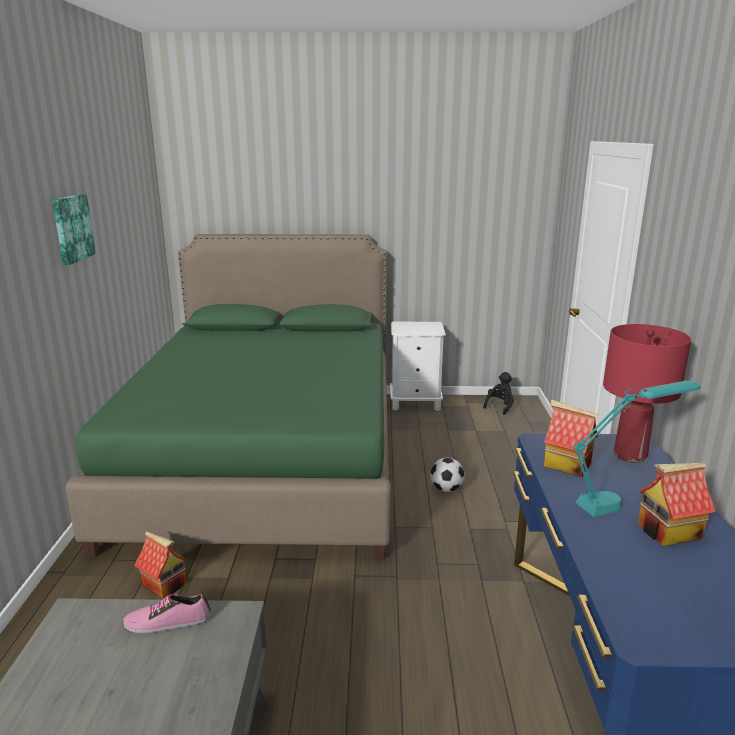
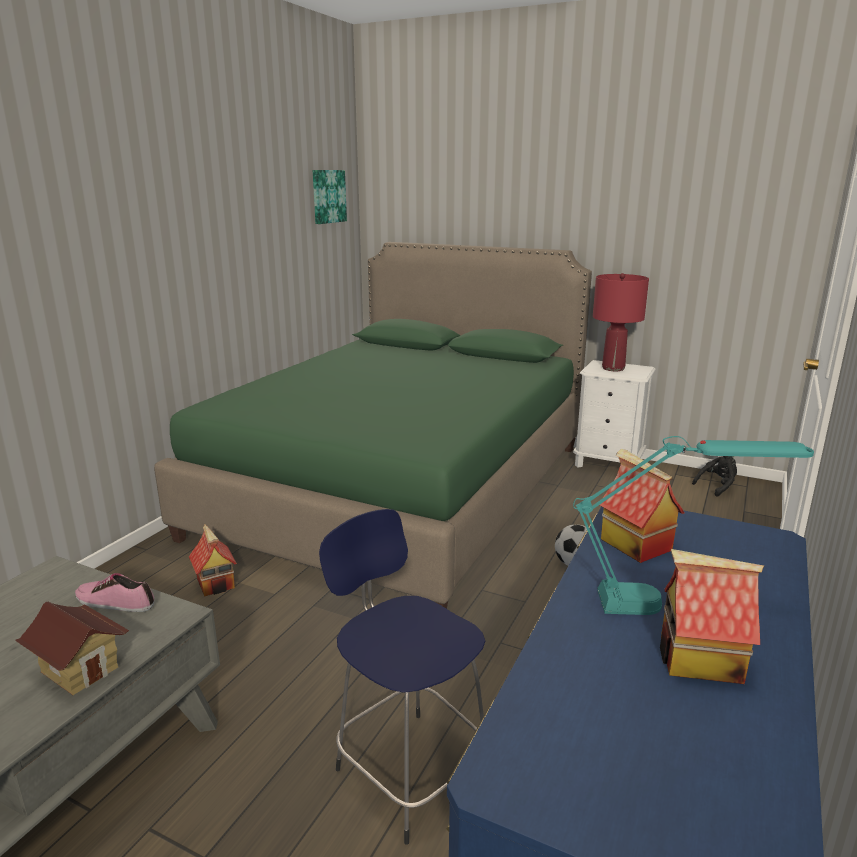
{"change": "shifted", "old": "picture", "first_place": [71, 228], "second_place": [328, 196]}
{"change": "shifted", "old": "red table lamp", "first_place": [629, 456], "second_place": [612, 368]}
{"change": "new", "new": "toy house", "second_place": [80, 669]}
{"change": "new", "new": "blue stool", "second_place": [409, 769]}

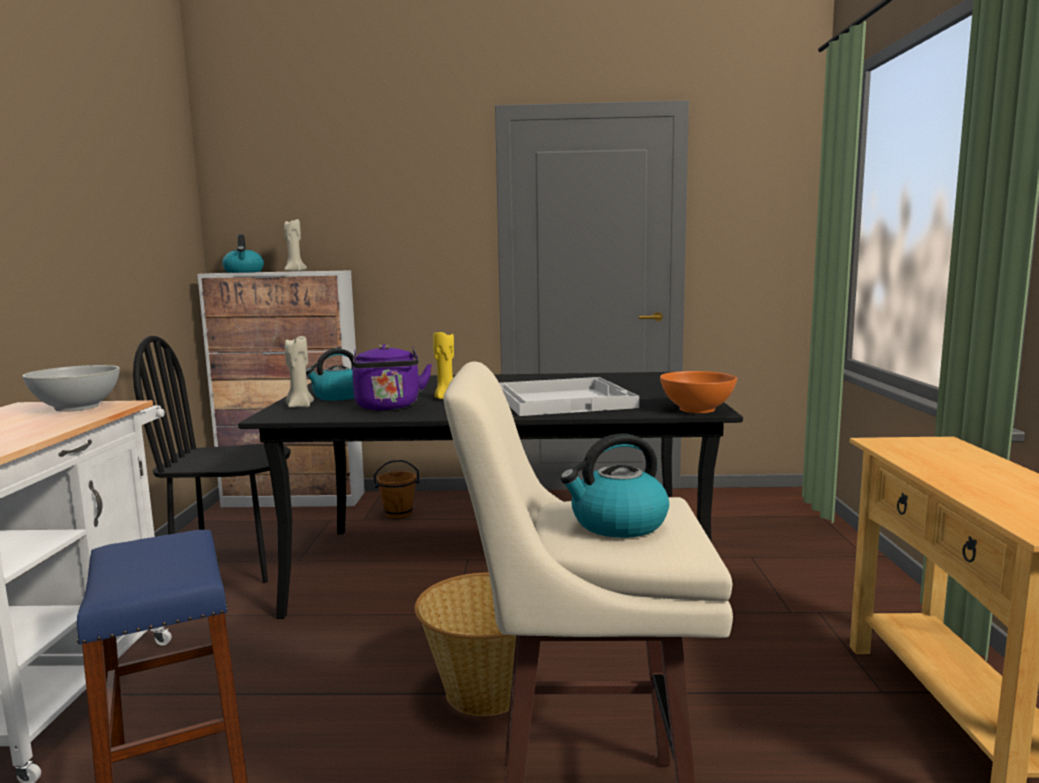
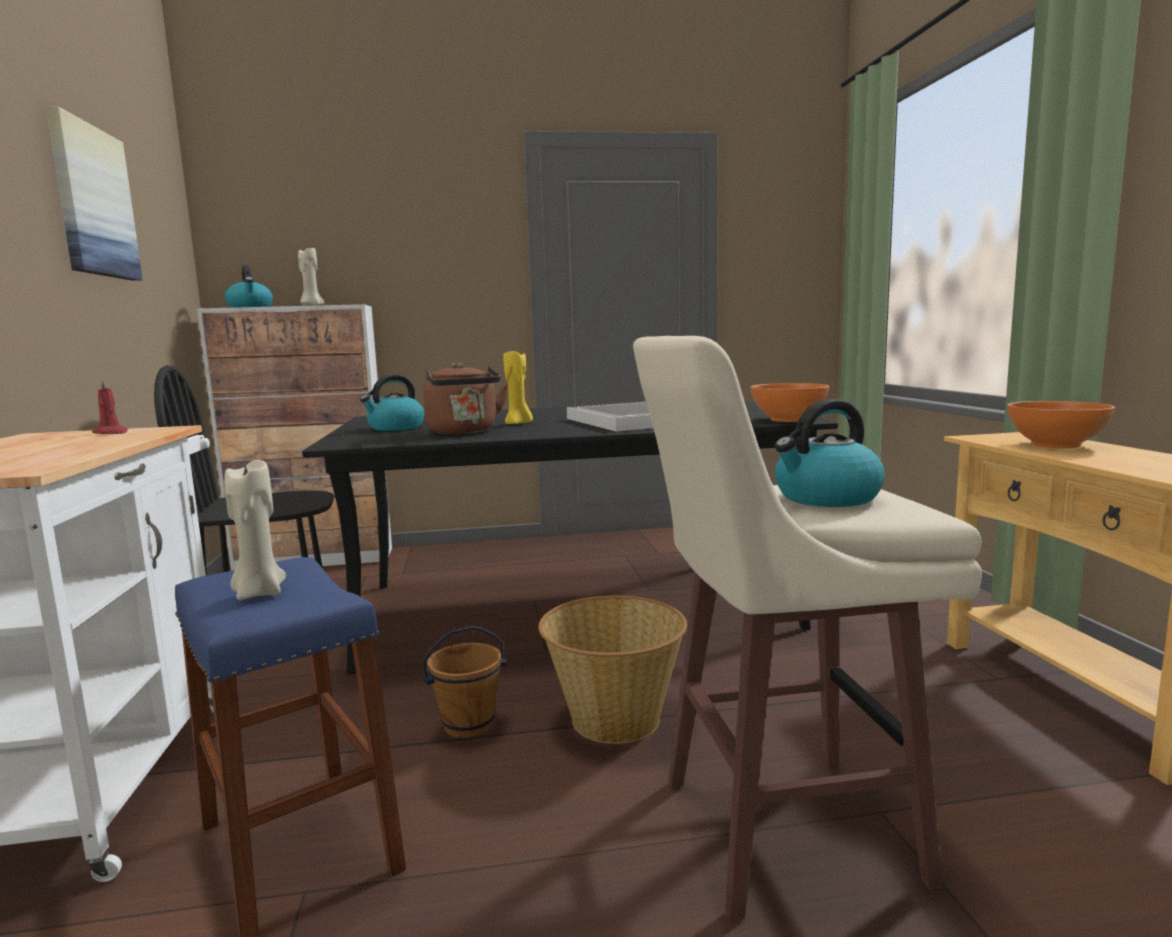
{"change": "swapped", "old": "white bowl", "new": "red candle", "first_place": [76, 407], "second_place": [111, 433]}
{"change": "shifted", "old": "beige candle", "first_place": [299, 406], "second_place": [259, 593]}
{"change": "repainted", "old": "purple kettle", "new": "brown kettle", "first_place": [388, 407], "second_place": [464, 432]}
{"change": "shifted", "old": "brown bucket", "first_place": [398, 514], "second_place": [469, 726]}
{"change": "new", "new": "picture", "second_place": [93, 202]}
{"change": "new", "new": "orange bowl", "second_place": [1054, 445]}

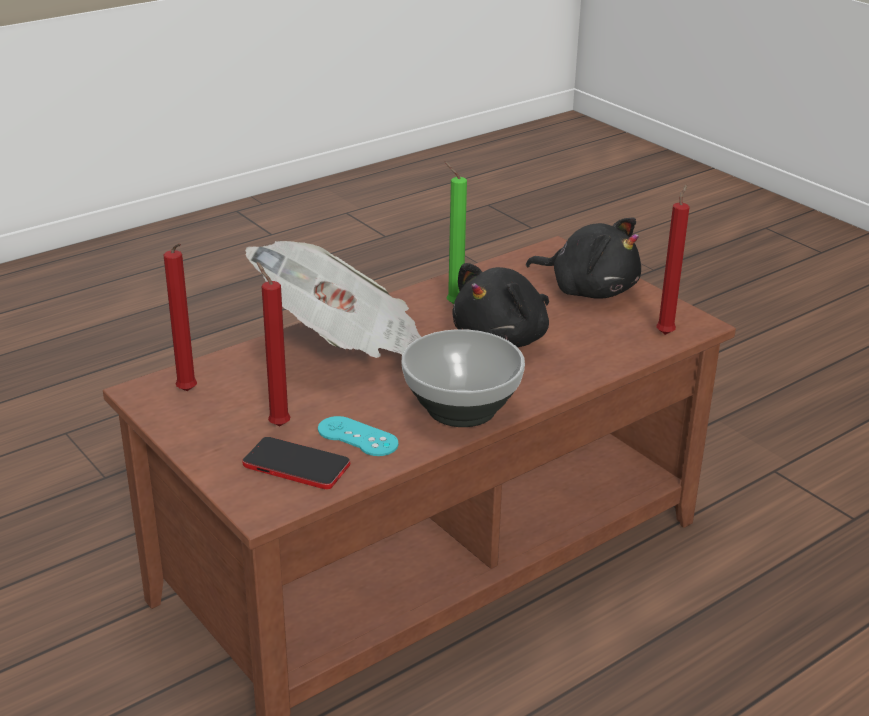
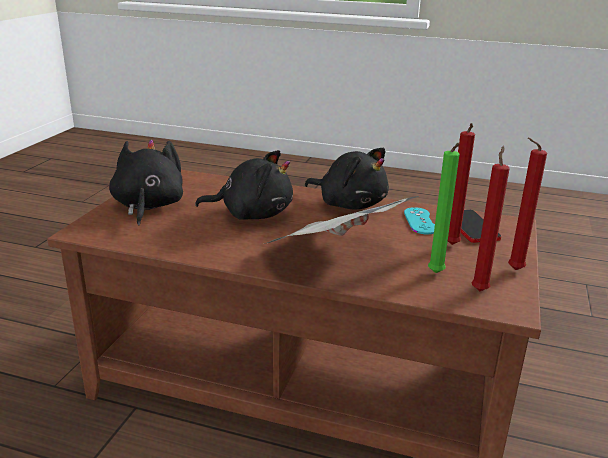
{"change": "swapped", "old": "bowl", "new": "black plush toy", "first_place": [463, 410], "second_place": [349, 204]}
{"change": "shifted", "old": "green candle", "first_place": [453, 304], "second_place": [436, 274]}
{"change": "shifted", "old": "red candle", "first_place": [666, 333], "second_place": [512, 270]}

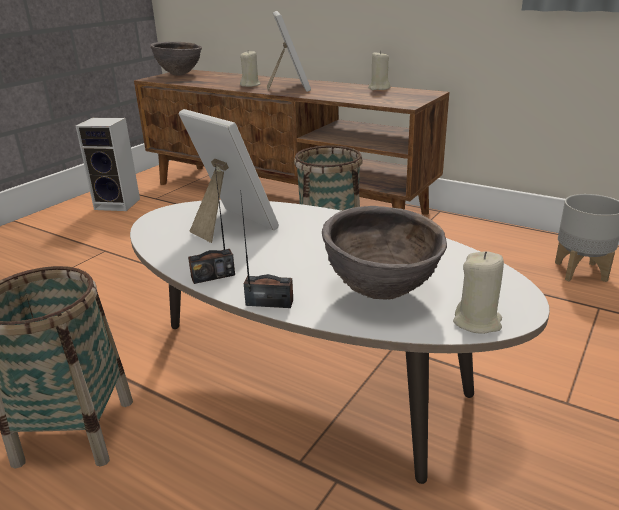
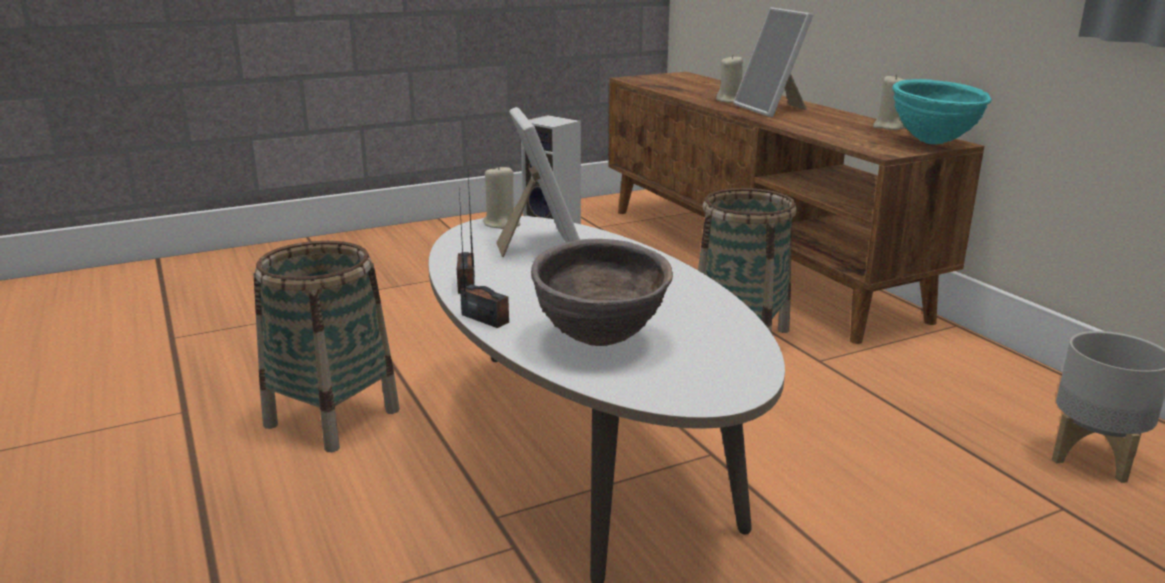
{"change": "gone", "old": "brown bowl", "first_place": [180, 74]}
{"change": "rotated", "old": "radio", "first_place": [213, 276], "second_place": [467, 284], "degrees": 75}
{"change": "rotated", "old": "picture frame", "first_place": [289, 87], "second_place": [772, 110], "degrees": 135}
{"change": "shifted", "old": "beige candle", "first_place": [477, 322], "second_place": [501, 224]}
{"change": "new", "new": "turquoise bowl", "second_place": [933, 142]}

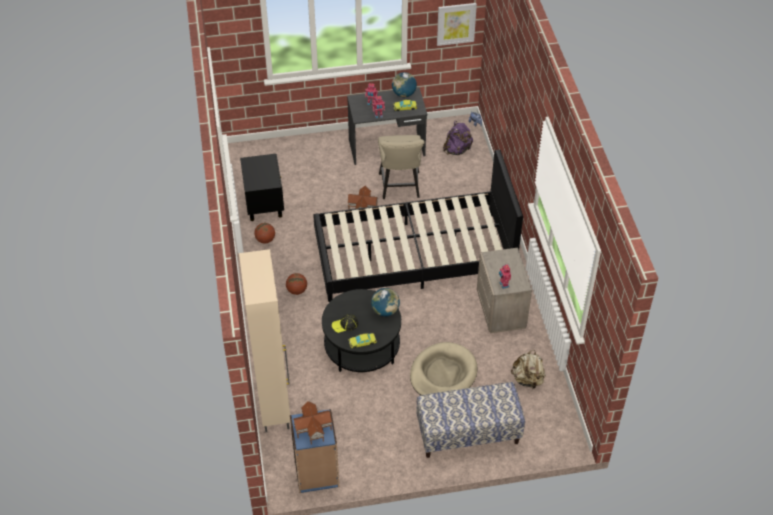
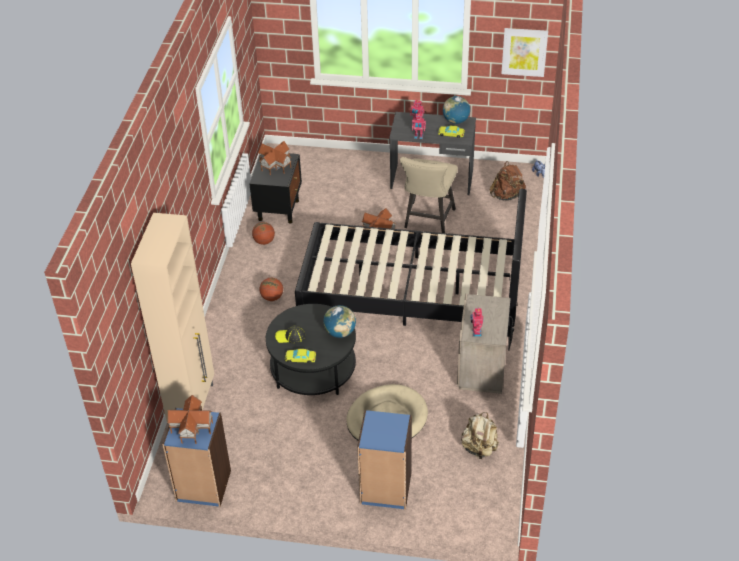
{"change": "swapped", "old": "bench", "new": "blue bookcase", "first_place": [468, 434], "second_place": [385, 489]}
{"change": "repainted", "old": "purple backpack", "new": "brown backpack", "first_place": [457, 150], "second_place": [507, 196]}
{"change": "new", "new": "toy house", "second_place": [275, 165]}

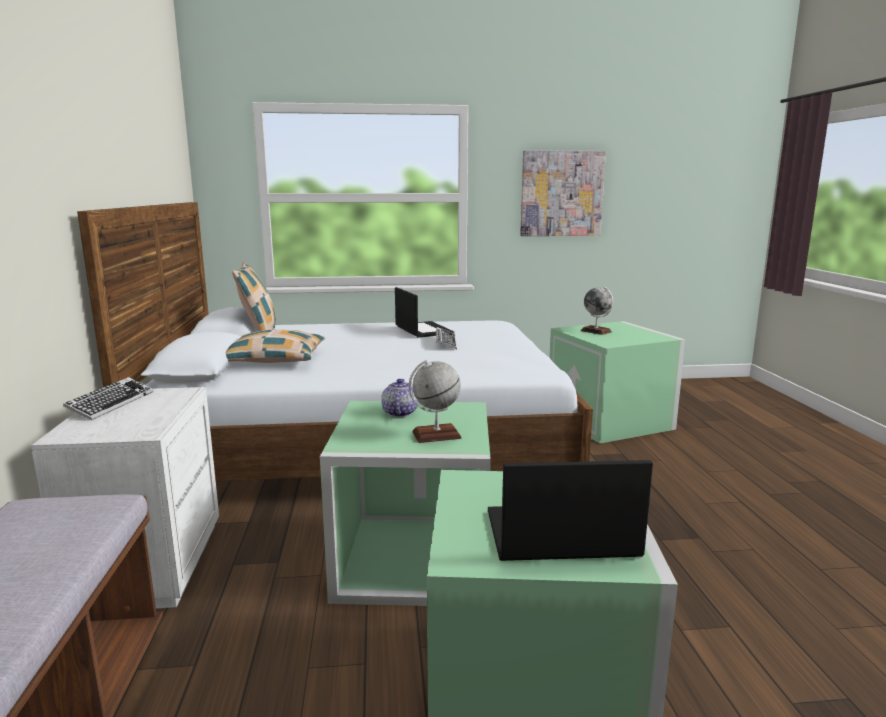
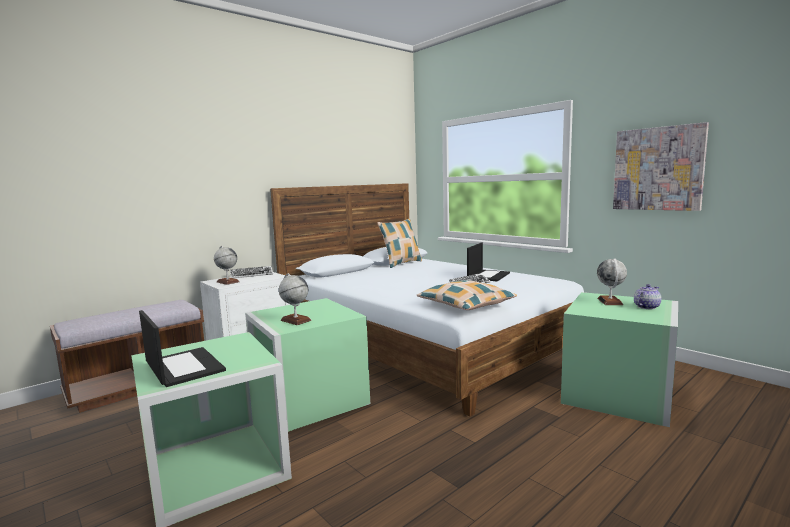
{"change": "shifted", "old": "pillow", "first_place": [276, 359], "second_place": [466, 305]}
{"change": "shifted", "old": "teapot", "first_place": [399, 413], "second_place": [646, 307]}
{"change": "new", "new": "globe", "second_place": [228, 282]}

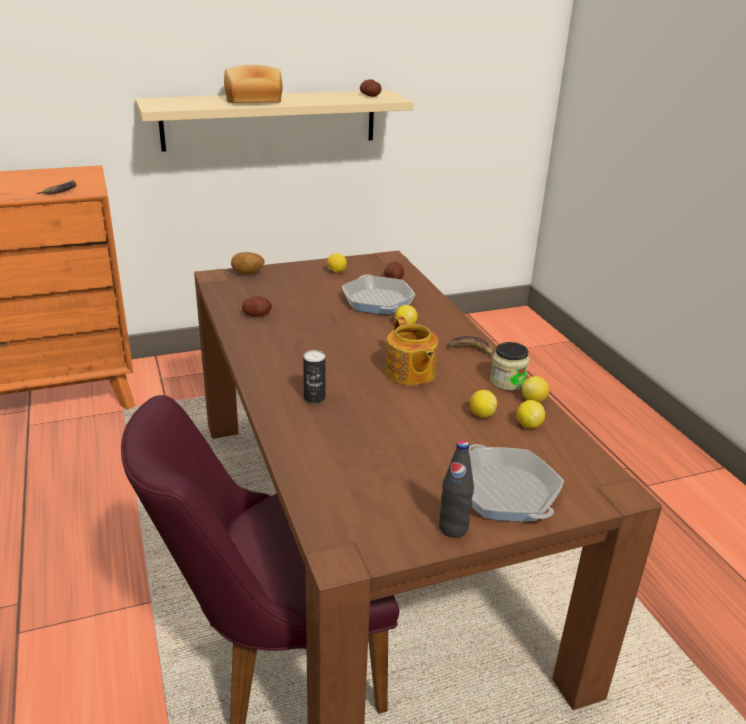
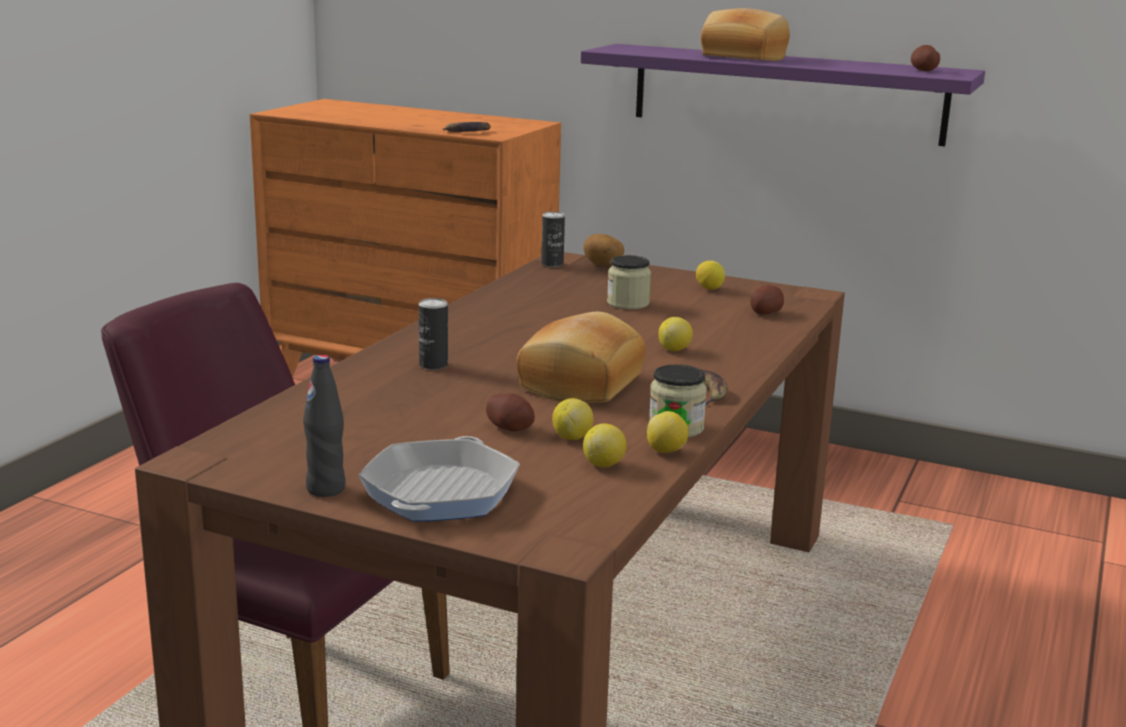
{"change": "repainted", "old": "beige shelf", "new": "purple shelf", "first_place": [270, 119], "second_place": [786, 93]}
{"change": "shifted", "old": "potato", "first_place": [257, 315], "second_place": [510, 428]}
{"change": "gone", "old": "frying pan", "first_place": [377, 301]}
{"change": "swapped", "old": "teapot", "new": "bread", "first_place": [410, 373], "second_place": [578, 383]}
{"change": "new", "new": "can", "second_place": [552, 264]}
{"change": "new", "new": "jar", "second_place": [628, 303]}

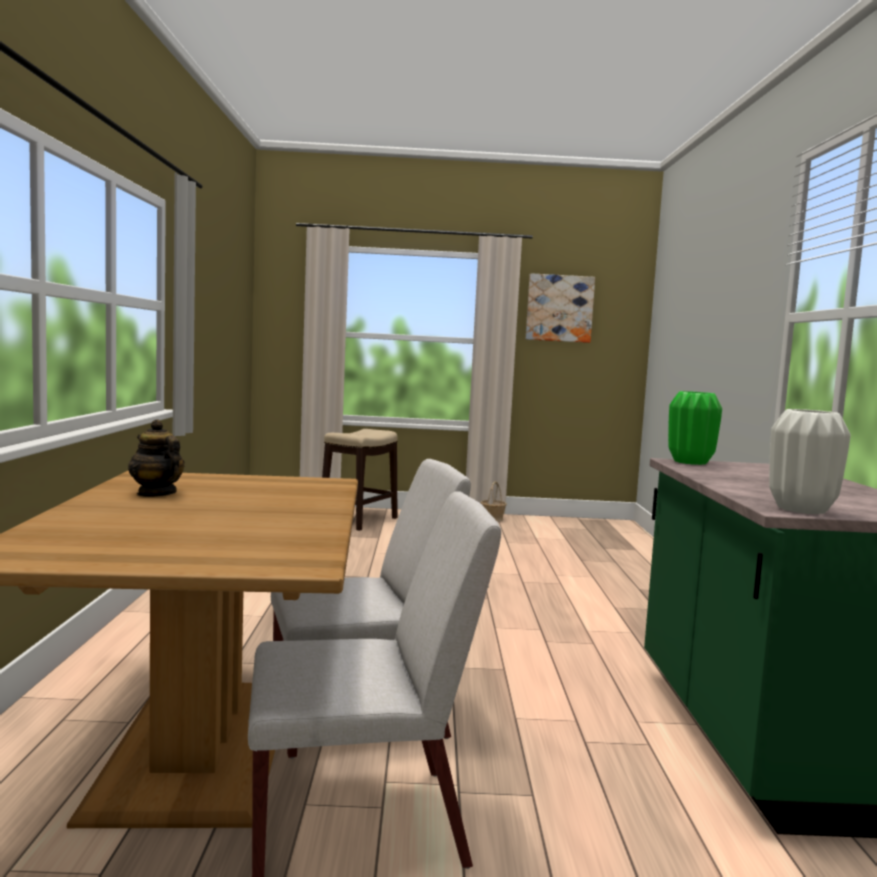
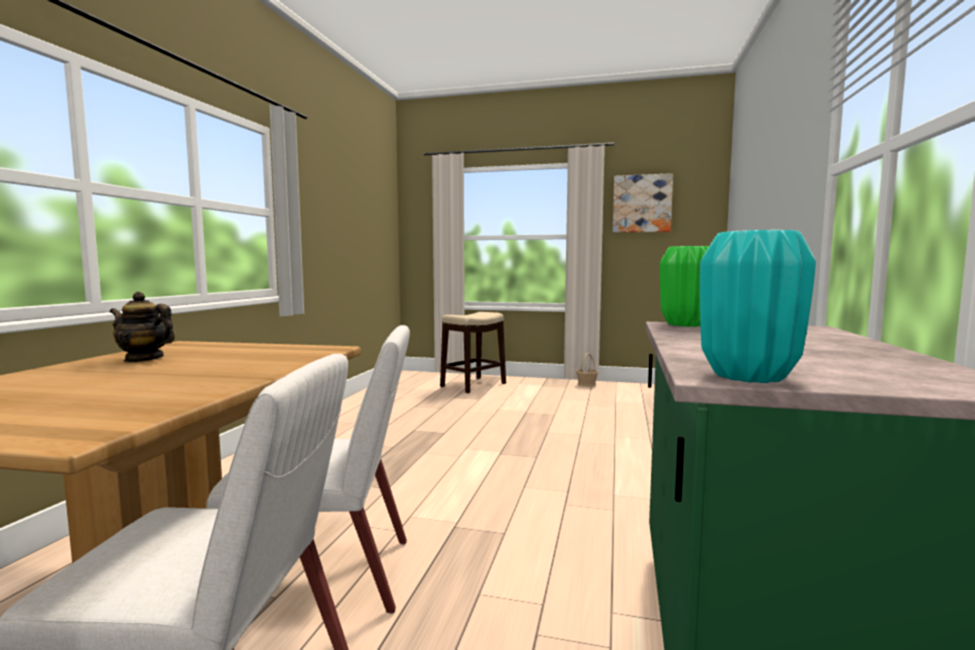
{"change": "rotated", "old": "teapot", "first_place": [156, 494], "second_place": [144, 359], "degrees": -45}
{"change": "repainted", "old": "white vase", "new": "turquoise vase", "first_place": [800, 509], "second_place": [747, 376]}

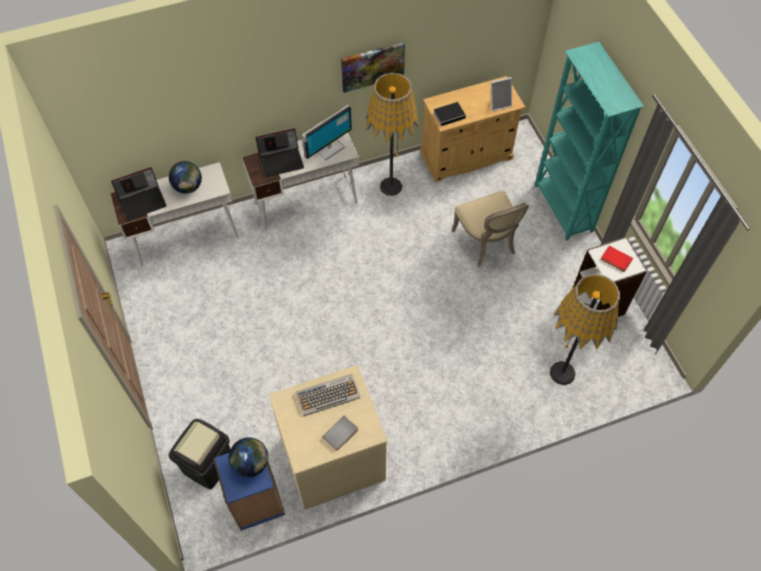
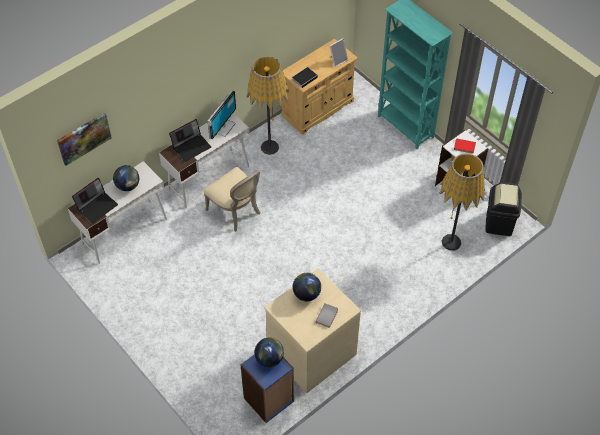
{"change": "shifted", "old": "black trash can", "first_place": [208, 465], "second_place": [499, 223]}
{"change": "swapped", "old": "keyboard", "new": "globe", "first_place": [328, 395], "second_place": [306, 294]}
{"change": "shifted", "old": "picture", "first_place": [372, 66], "second_place": [84, 138]}
{"change": "shifted", "old": "beige chair", "first_place": [486, 243], "second_place": [236, 211]}

